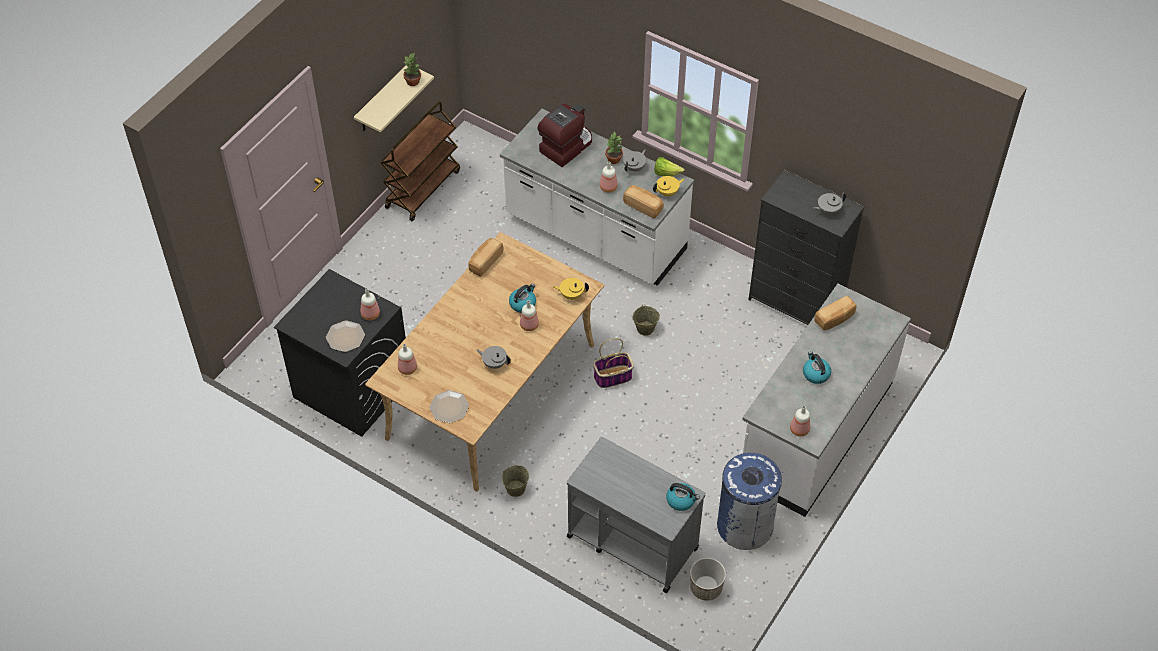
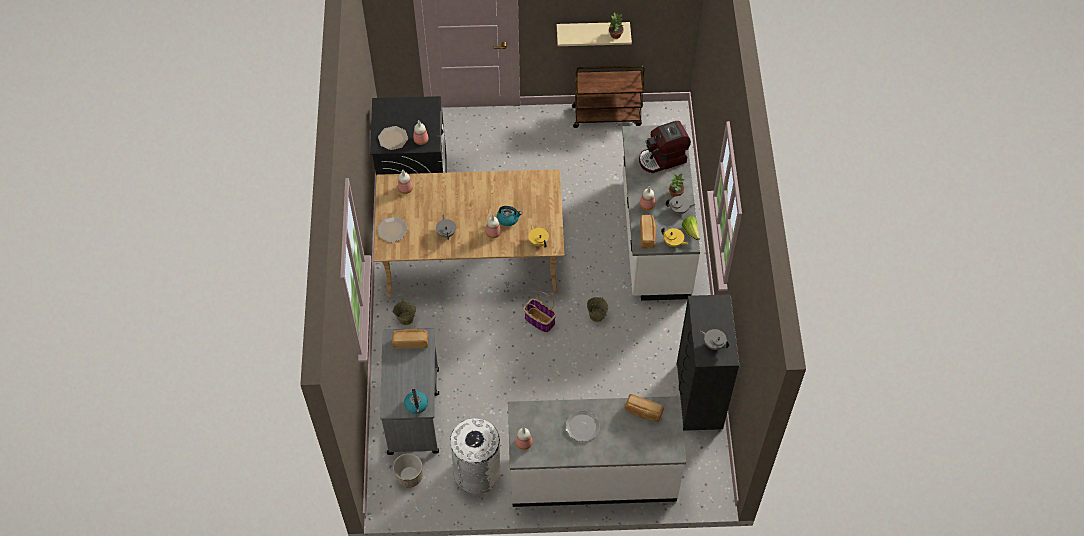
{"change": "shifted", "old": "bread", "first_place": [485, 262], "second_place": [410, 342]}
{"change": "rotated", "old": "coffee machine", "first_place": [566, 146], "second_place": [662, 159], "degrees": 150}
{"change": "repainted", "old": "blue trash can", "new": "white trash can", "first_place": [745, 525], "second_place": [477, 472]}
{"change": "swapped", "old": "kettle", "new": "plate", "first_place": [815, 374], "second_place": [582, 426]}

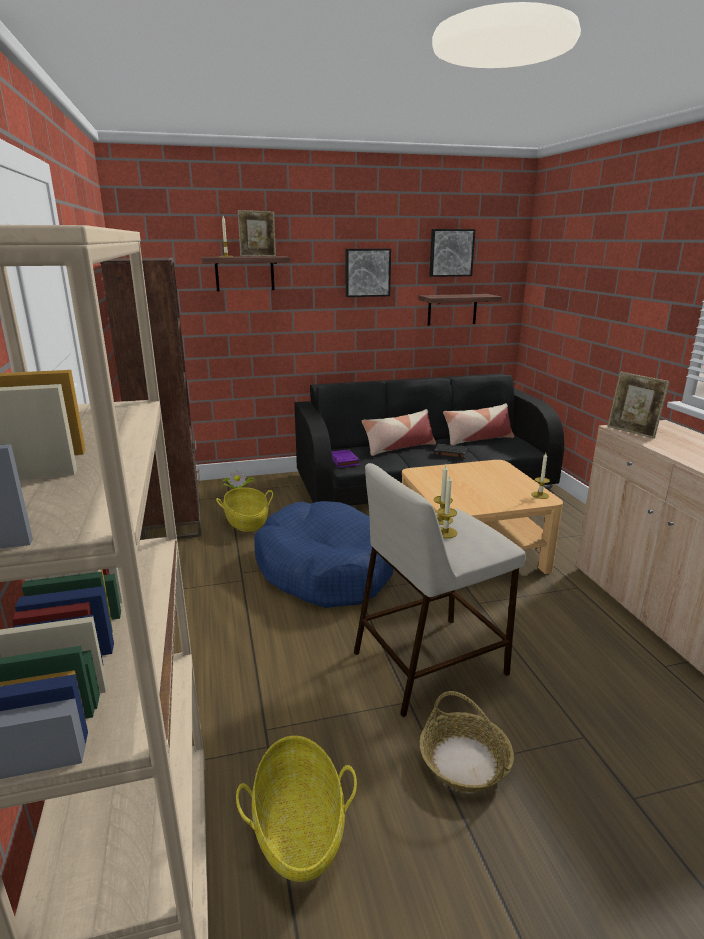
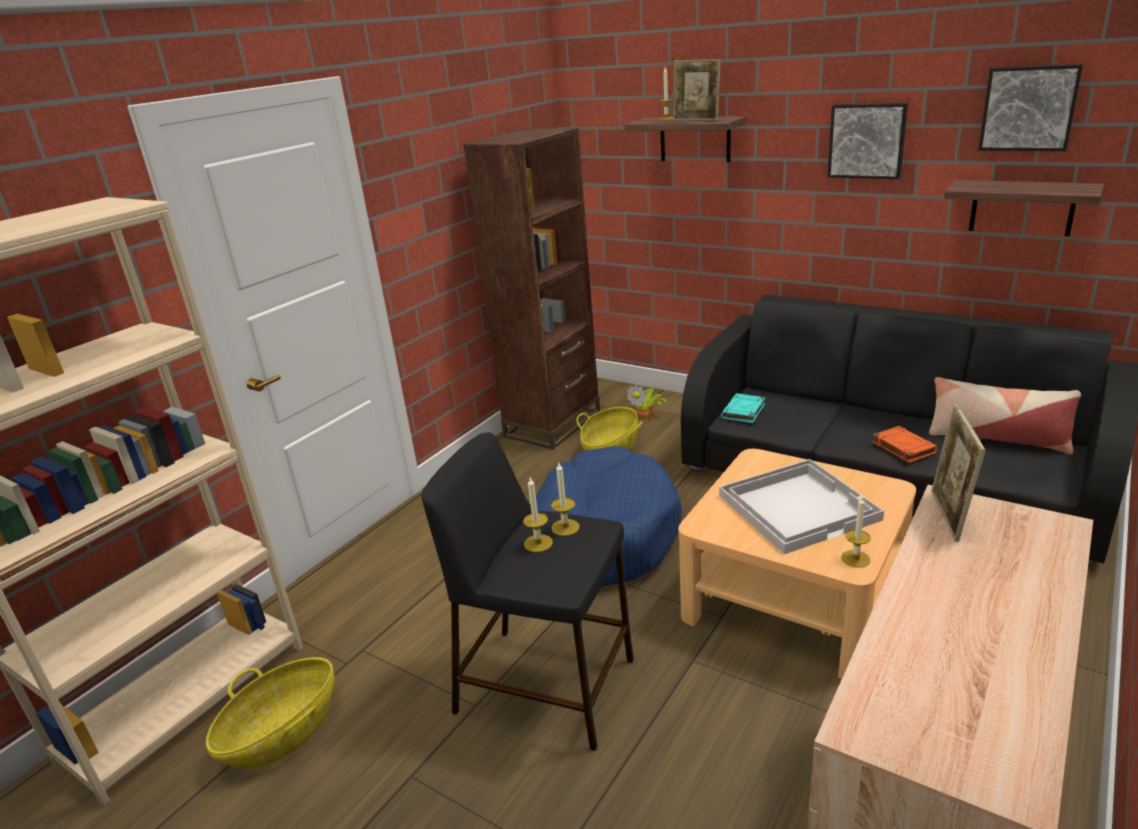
{"change": "repainted", "old": "purple book", "new": "turquoise book", "first_place": [344, 461], "second_place": [743, 412]}
{"change": "repainted", "old": "beige stool", "new": "black stool", "first_place": [431, 662], "second_place": [548, 685]}
{"change": "gone", "old": "pillow", "first_place": [399, 448]}
{"change": "gone", "old": "basket", "first_place": [464, 761]}
{"change": "repainted", "old": "black book", "new": "orange book", "first_place": [450, 453], "second_place": [903, 447]}
{"change": "new", "new": "white tray", "second_place": [798, 506]}

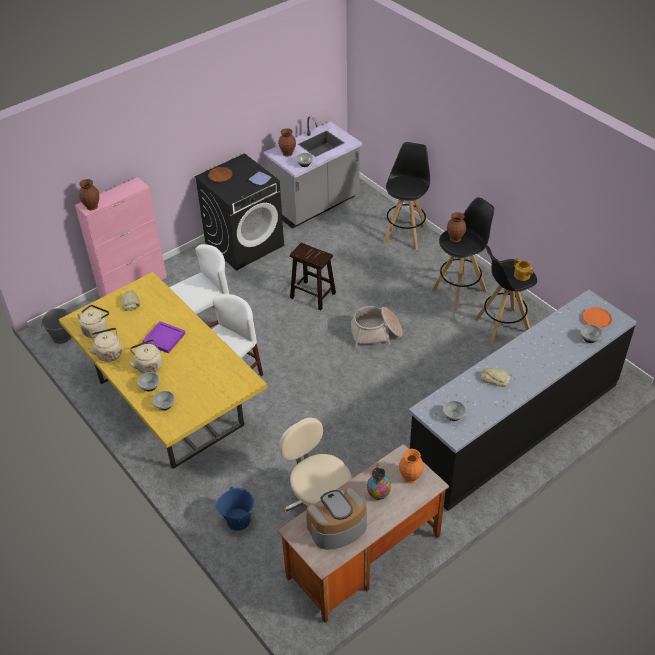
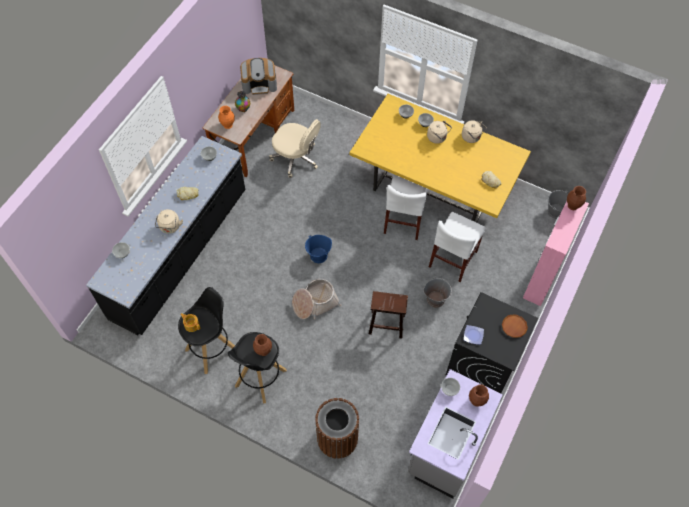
{"change": "shifted", "old": "beige kettle", "first_place": [96, 329], "second_place": [170, 227]}
{"change": "gone", "old": "purple tray", "first_place": [163, 338]}
{"change": "shifted", "old": "blue bucket", "first_place": [238, 519], "second_place": [318, 256]}
{"change": "rotated", "old": "coffee machine", "first_place": [337, 527], "second_place": [259, 84], "degrees": 45}
{"change": "swapped", "old": "black stool", "new": "brown trash can", "first_place": [405, 233], "second_place": [337, 438]}
{"change": "gone", "old": "orange plate", "first_place": [596, 319]}
{"change": "new", "new": "grey bucket", "second_place": [435, 299]}

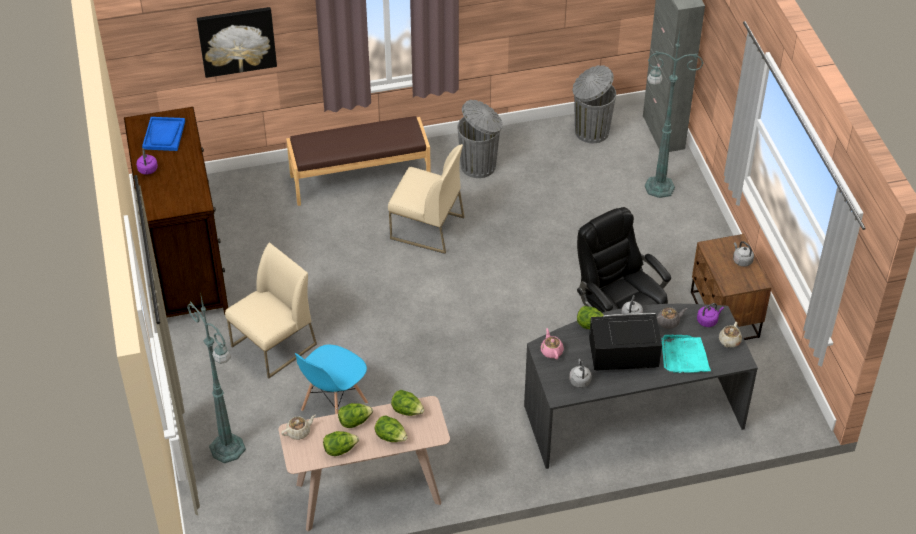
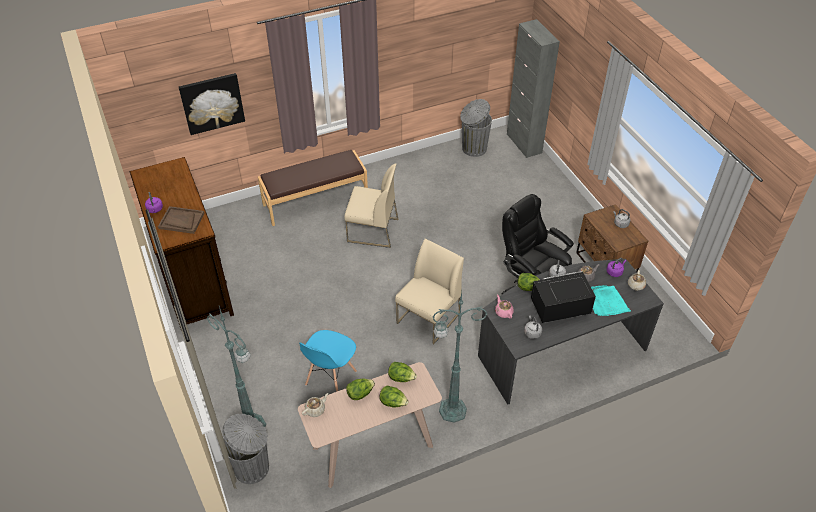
{"change": "gone", "old": "blue tray", "first_place": [164, 135]}
{"change": "shifted", "old": "beige chair", "first_place": [273, 346], "second_place": [428, 318]}
{"change": "gone", "old": "lettuce", "first_place": [340, 450]}
{"change": "shifted", "old": "grey trash can", "first_place": [479, 166], "second_place": [253, 467]}
{"change": "shifted", "old": "green floor lamp", "first_place": [657, 187], "second_place": [451, 410]}
{"change": "new", "new": "brown tray", "second_place": [181, 221]}

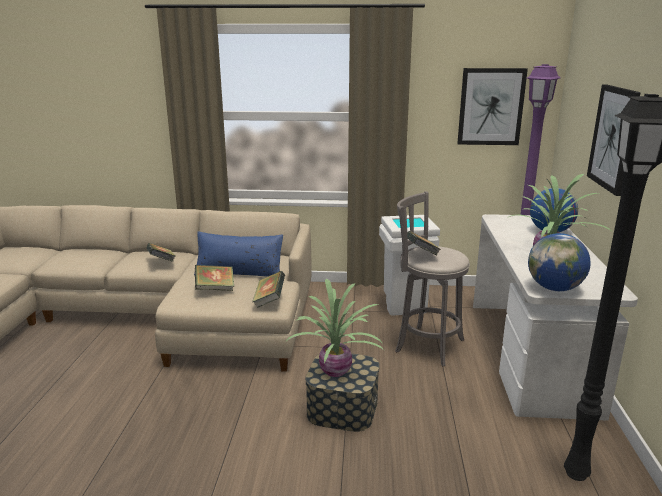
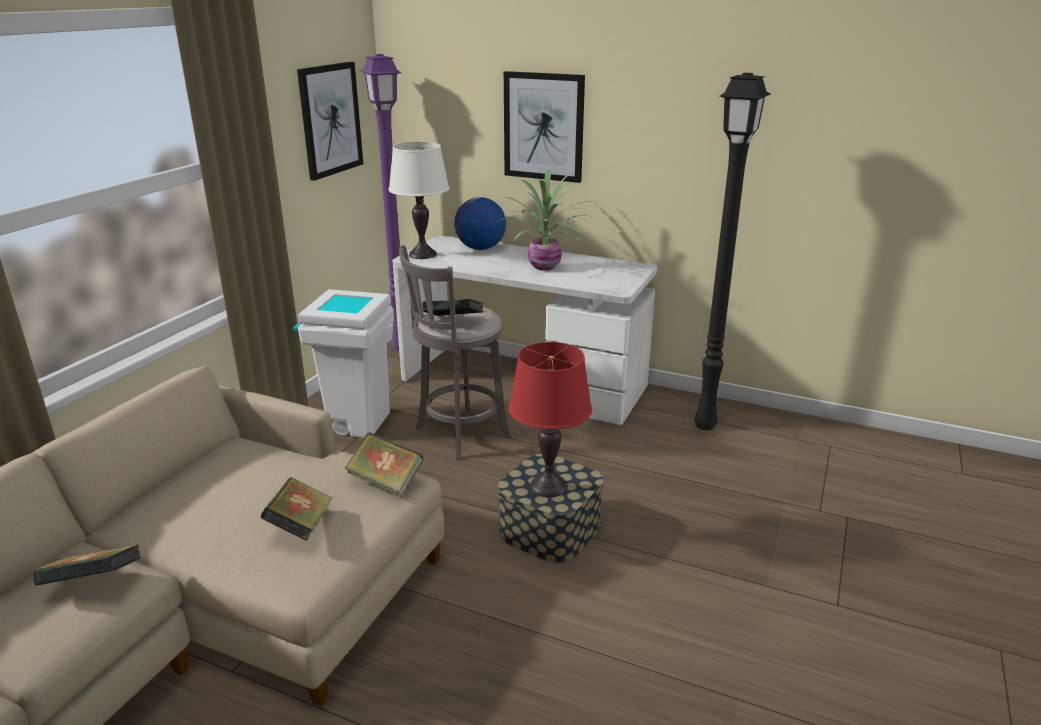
{"change": "gone", "old": "blue pillow", "first_place": [239, 273]}
{"change": "swapped", "old": "potted plant", "new": "red table lamp", "first_place": [337, 370], "second_place": [548, 486]}
{"change": "gone", "old": "globe", "first_place": [554, 288]}
{"change": "new", "new": "white table lamp", "second_place": [422, 254]}

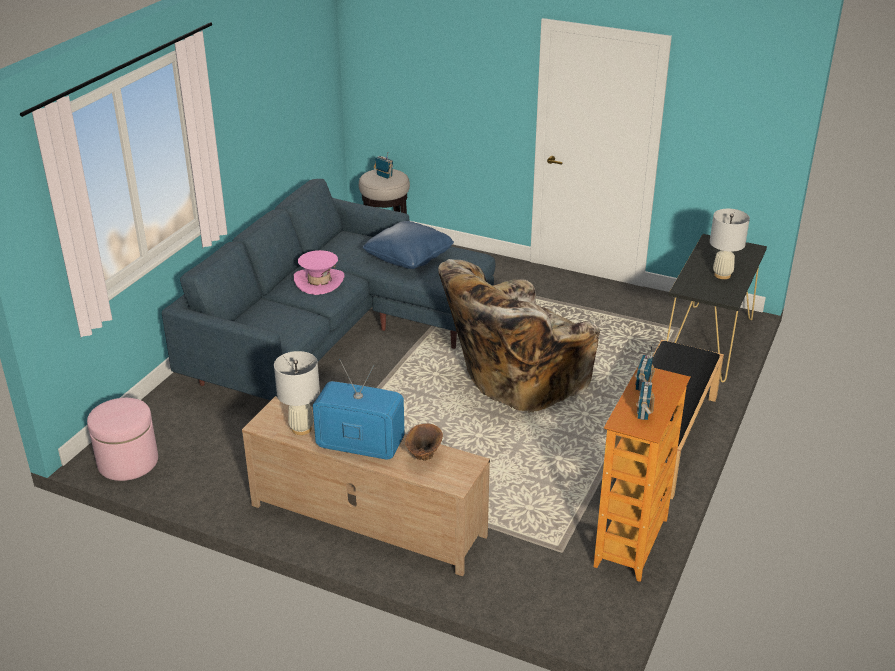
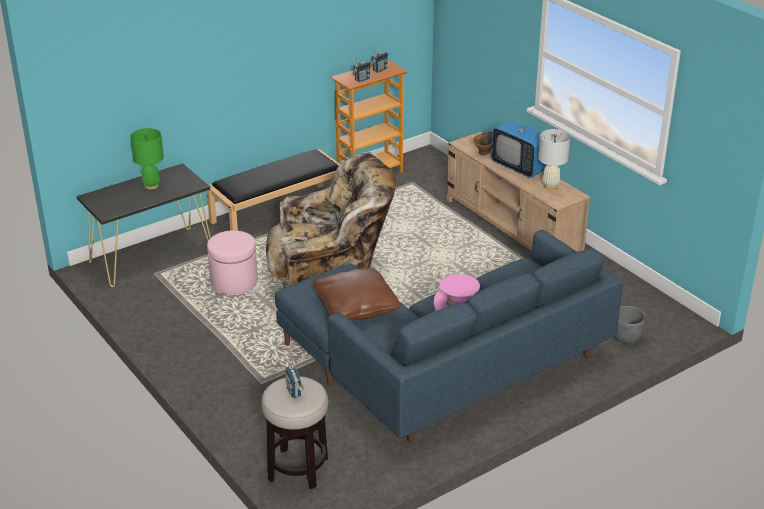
{"change": "shifted", "old": "pink ottoman", "first_place": [128, 462], "second_place": [234, 281]}
{"change": "repainted", "old": "blue pillow", "new": "brown pillow", "first_place": [409, 257], "second_place": [356, 306]}
{"change": "repainted", "old": "white table lamp", "new": "green table lamp", "first_place": [722, 275], "second_place": [151, 185]}
{"change": "new", "new": "grey planter", "second_place": [626, 337]}

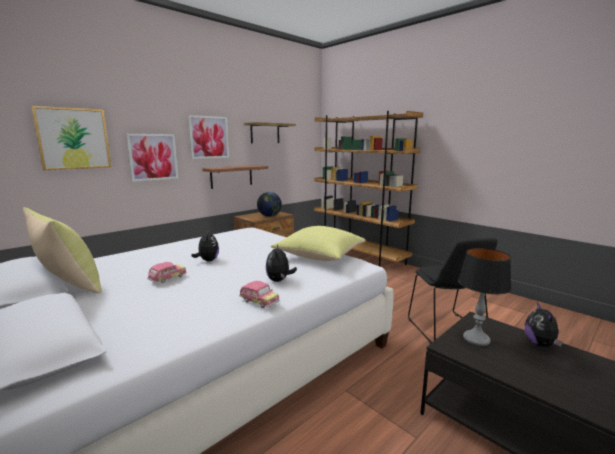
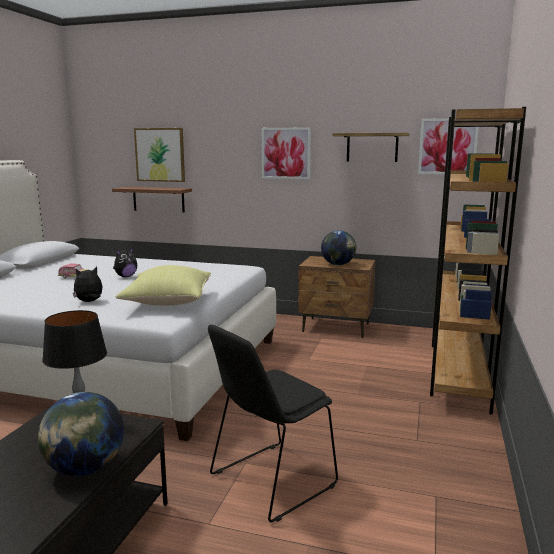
{"change": "gone", "old": "yellow pillow", "first_place": [68, 285]}
{"change": "shifted", "old": "picture", "first_place": [153, 157], "second_place": [447, 146]}
{"change": "shifted", "old": "brown shelf", "first_place": [231, 176], "second_place": [158, 199]}
{"change": "gone", "old": "toy car", "first_place": [259, 301]}
{"change": "swapped", "old": "plush toy", "new": "globe", "first_place": [540, 344], "second_place": [85, 468]}

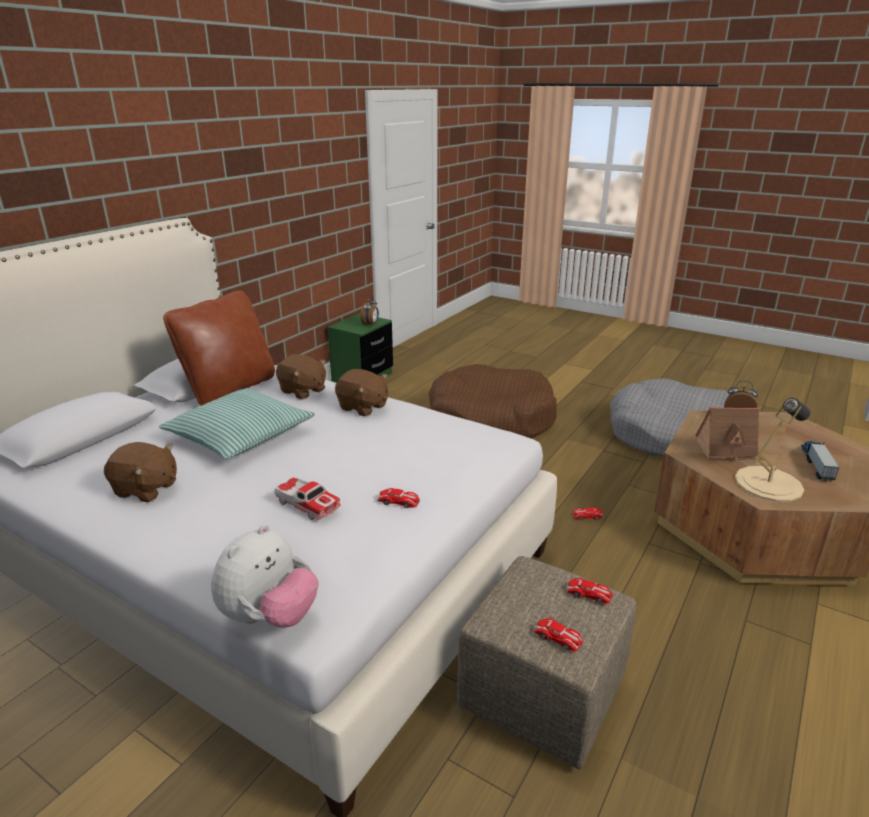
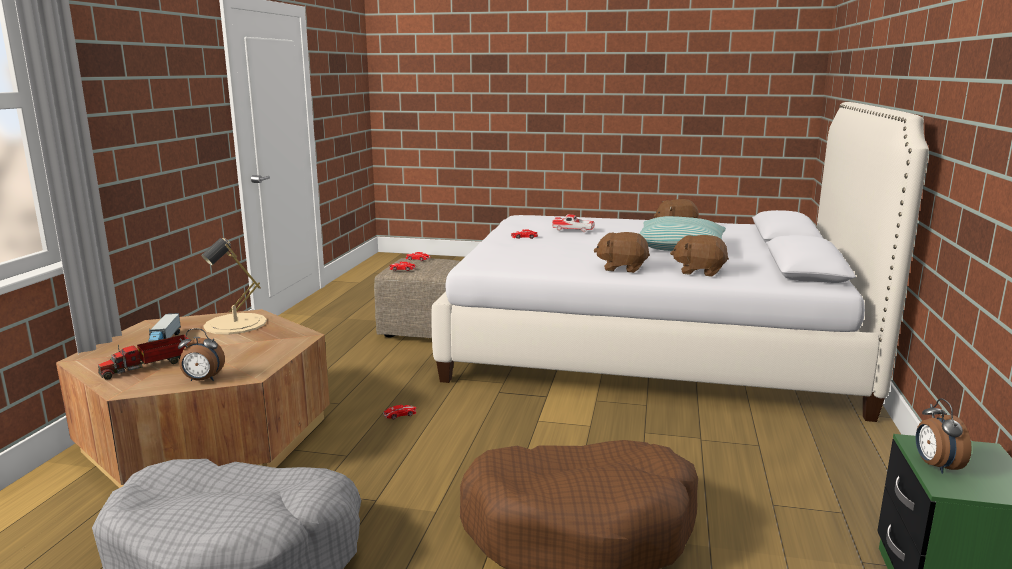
{"change": "gone", "old": "brown pillow", "first_place": [229, 389]}
{"change": "gone", "old": "plush toy", "first_place": [269, 617]}
{"change": "gone", "old": "toy house", "first_place": [728, 450]}
{"change": "new", "new": "toy truck", "second_place": [150, 366]}

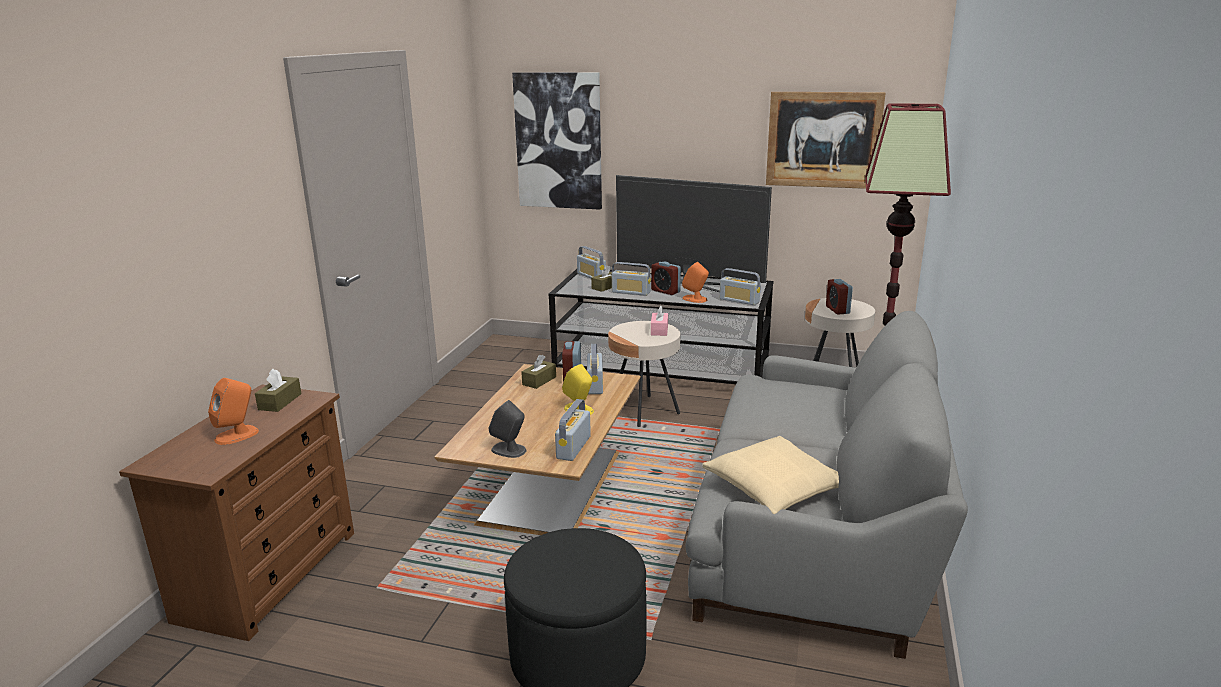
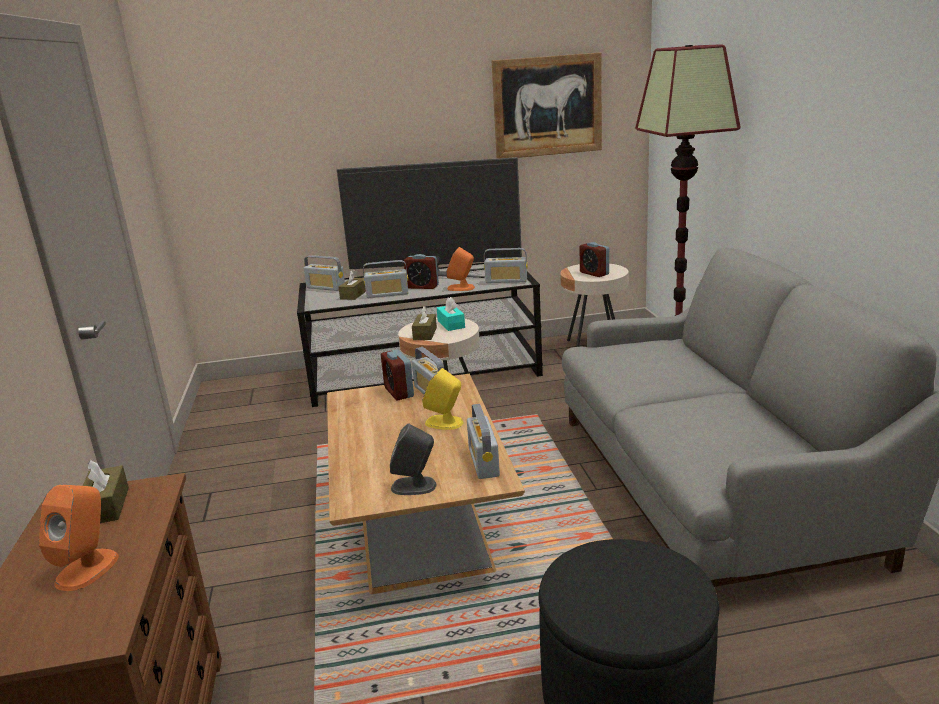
{"change": "gone", "old": "picture", "first_place": [559, 141]}
{"change": "shifted", "old": "brown tissue box", "first_place": [539, 381], "second_place": [425, 334]}
{"change": "repainted", "old": "pink tissue box", "new": "turquoise tissue box", "first_place": [659, 330], "second_place": [451, 324]}
{"change": "gone", "old": "beige pillow", "first_place": [776, 487]}

